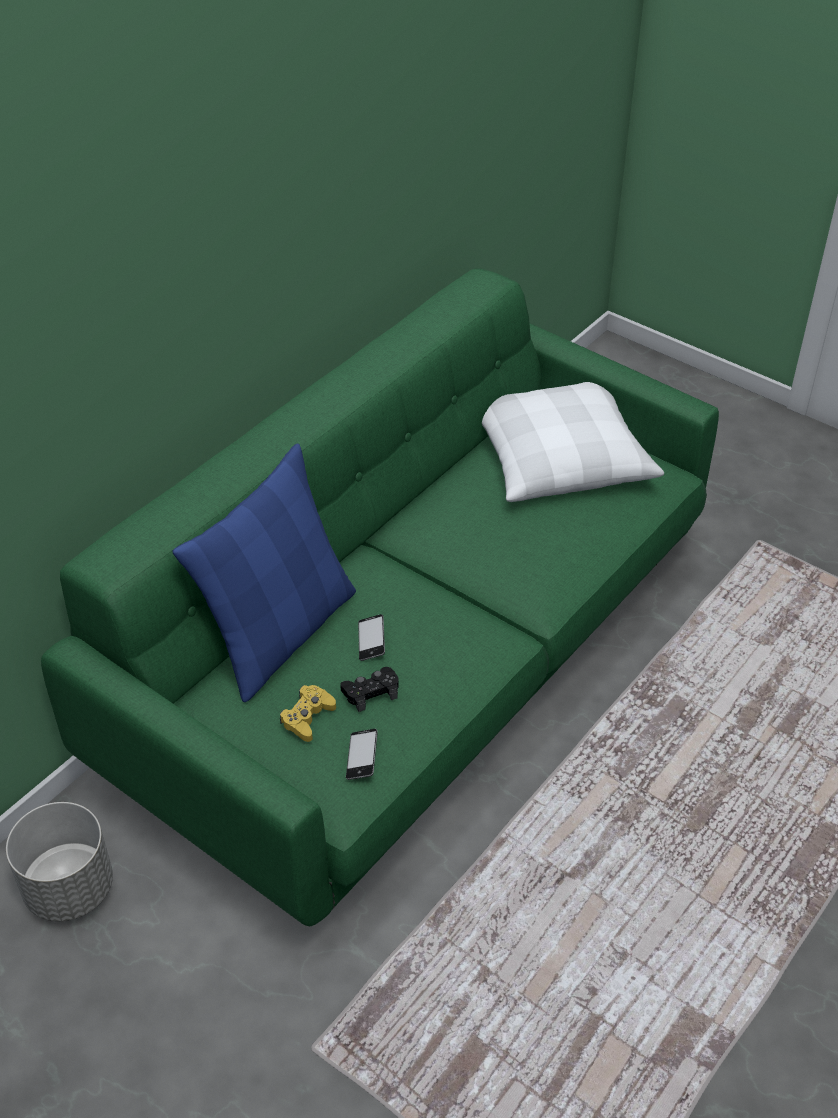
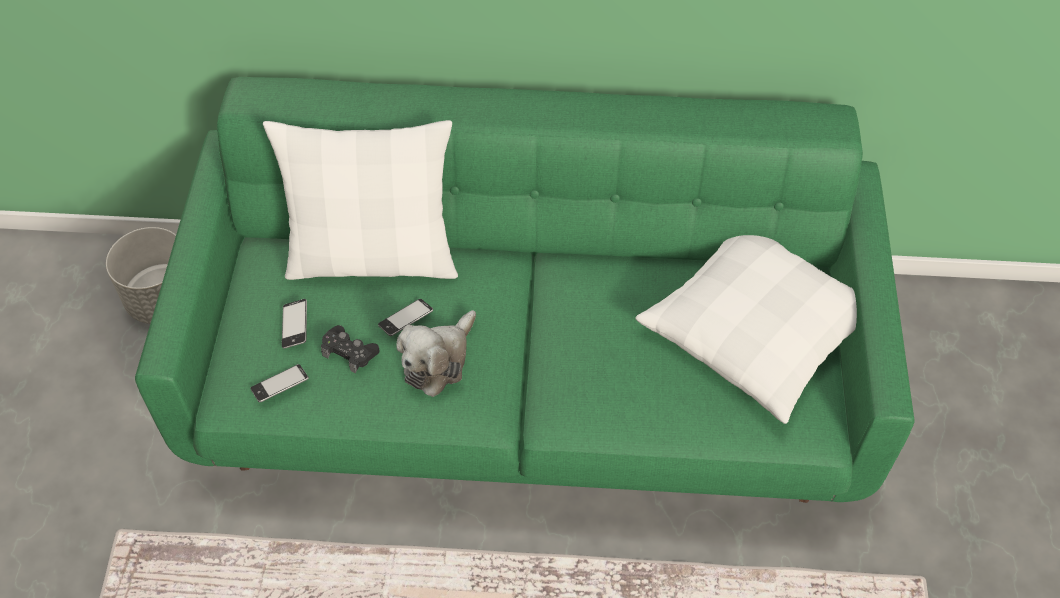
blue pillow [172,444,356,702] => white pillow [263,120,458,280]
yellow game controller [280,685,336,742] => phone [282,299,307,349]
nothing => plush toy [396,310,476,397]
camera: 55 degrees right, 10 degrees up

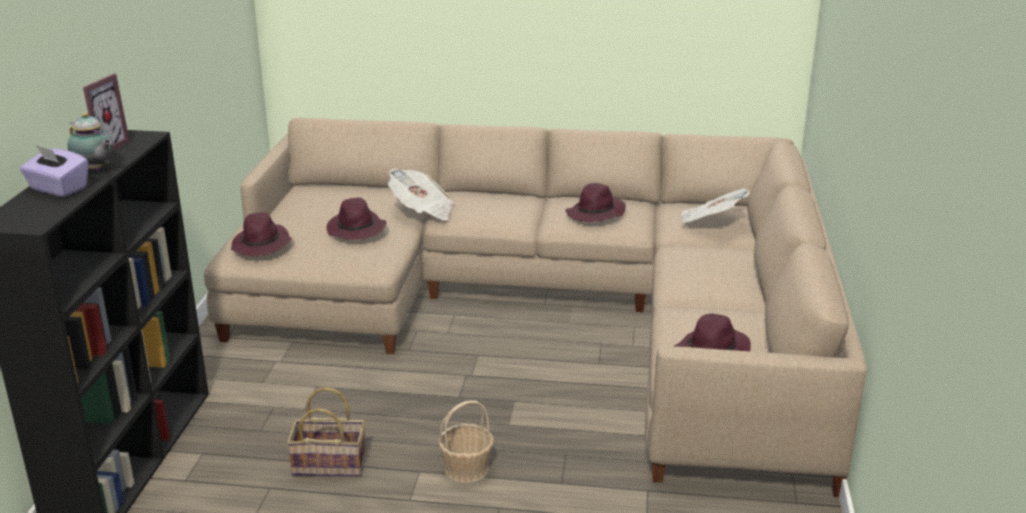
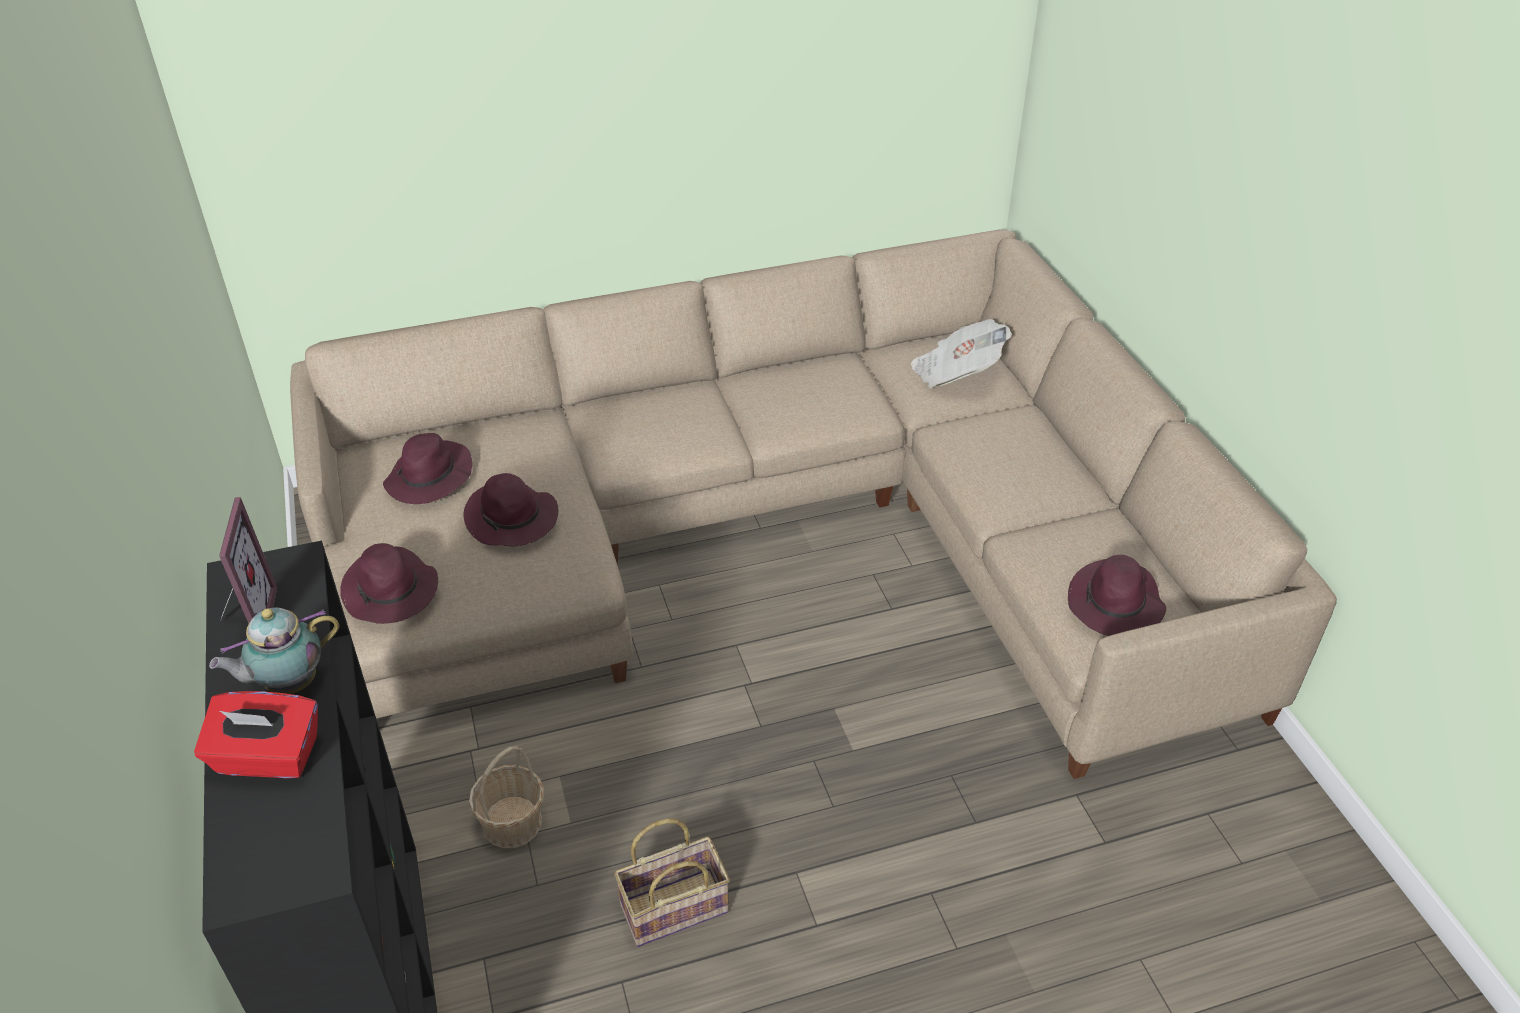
teapot [67,112,113,171] => teapot [209,607,339,694], 135 degrees clockwise
purple tissue box [19,145,88,197] => red tissue box [194,691,318,778]
newspaper [388,169,454,220] => nothing
purple hat [565,183,626,222] => purple hat [383,433,472,504], moved
basket [439,400,494,483] => basket [469,746,544,848], moved
camera: 25 degrees left, 15 degrees up

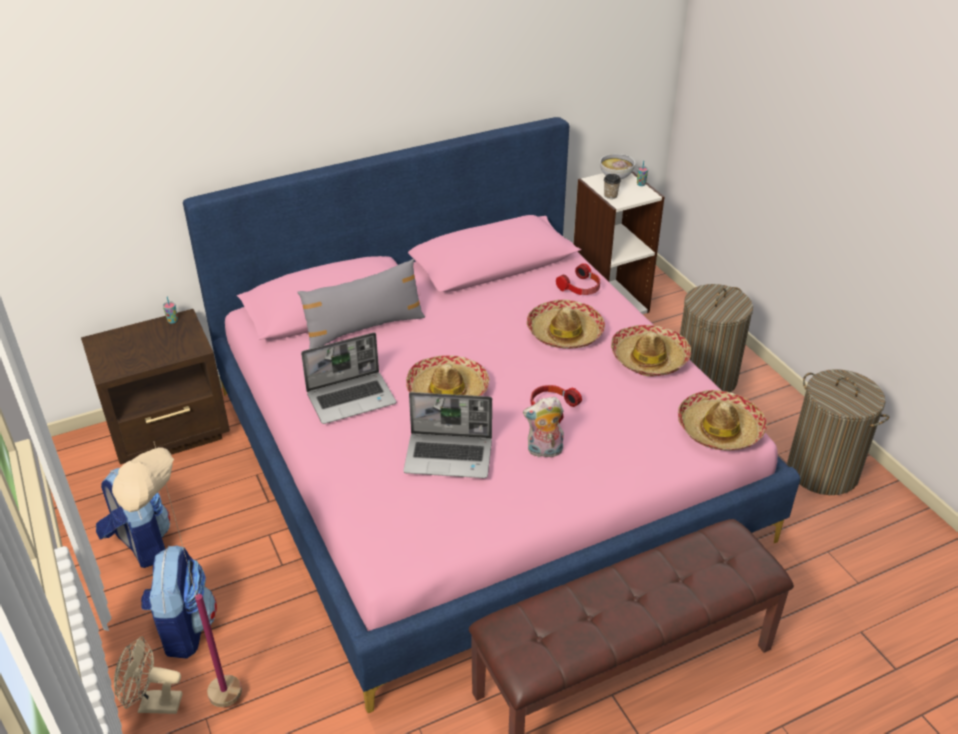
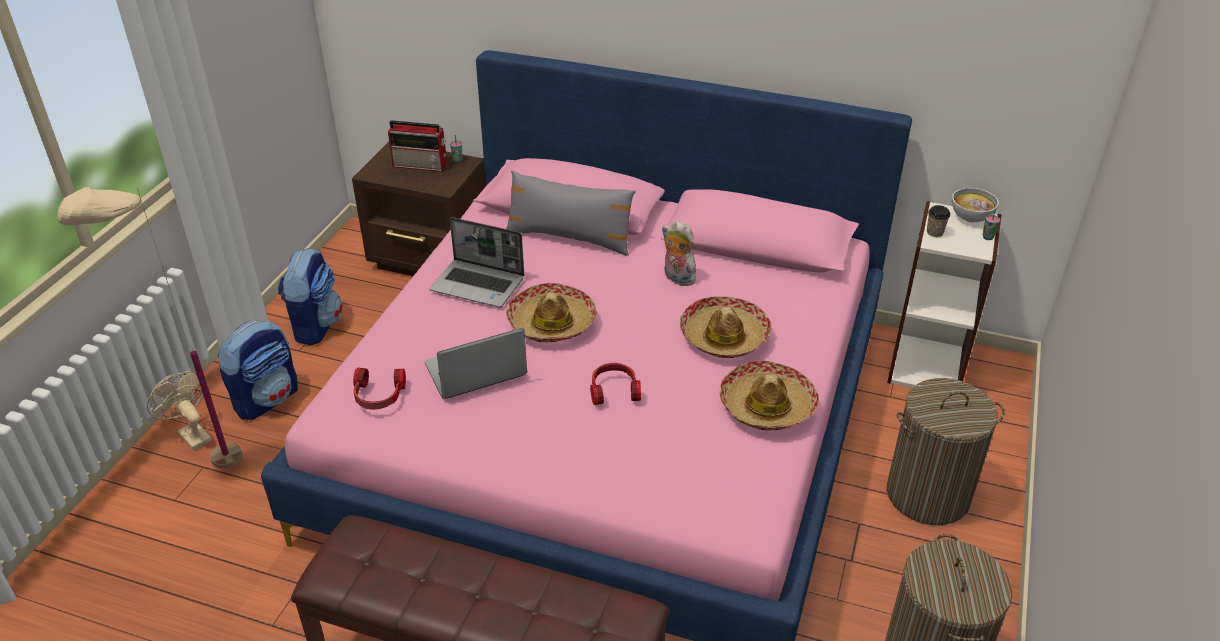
headphones [556,263,600,295] => headphones [353,367,406,410], moved
hat [678,390,767,451] => nothing
laptop [403,392,492,478] => laptop [425,328,527,399], 105 degrees clockwise
plush toy [523,397,564,457] => plush toy [662,221,698,286], moved
nothing => radio [388,120,447,172]
camera: 45 degrees right, 0 degrees up

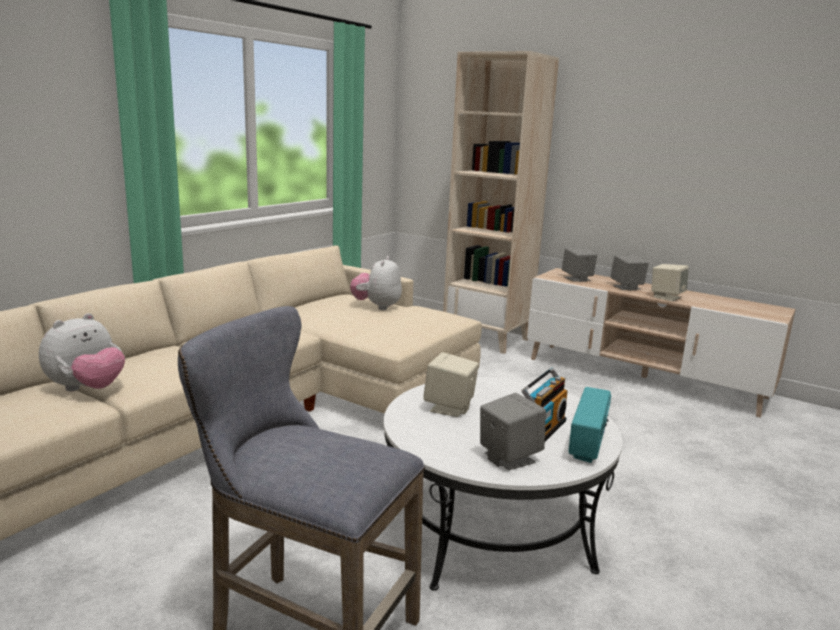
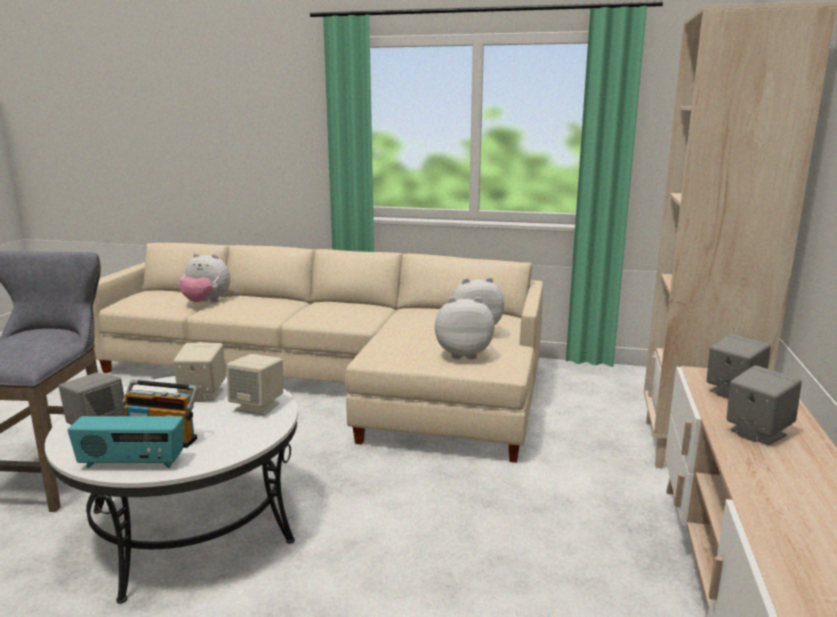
beige speaker [652,264,689,301] => beige speaker [227,354,283,415], moved
nothing => plush toy [435,297,495,359]
camera: 70 degrees right, 0 degrees up

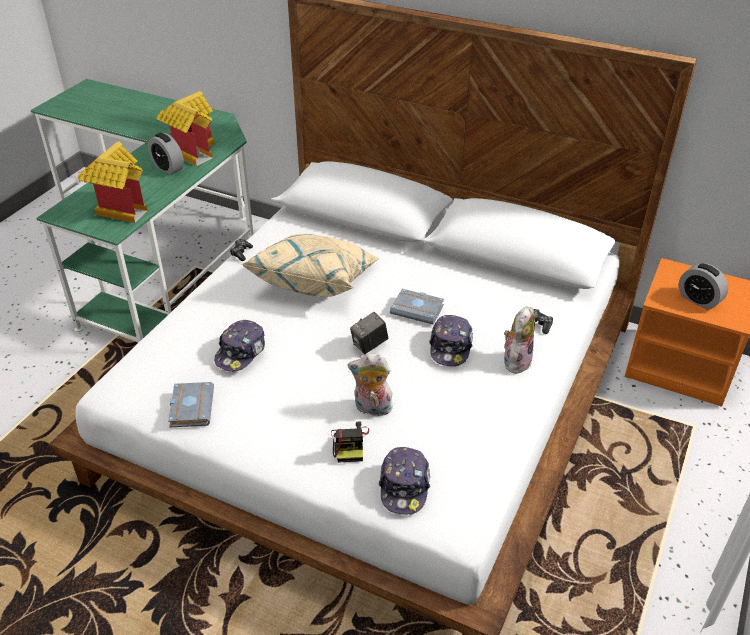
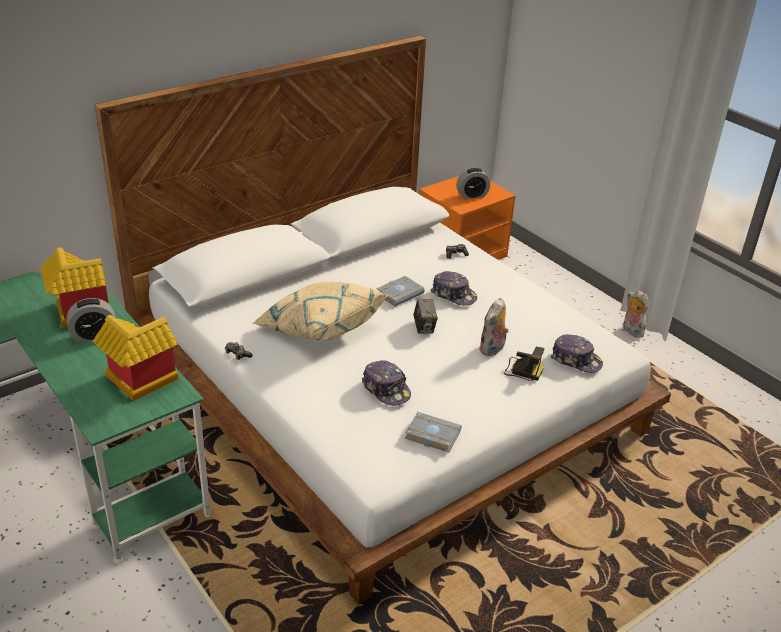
plush toy [504,306,535,374] => plush toy [623,290,648,338], moved
camera: 65 degrees left, 5 degrees down

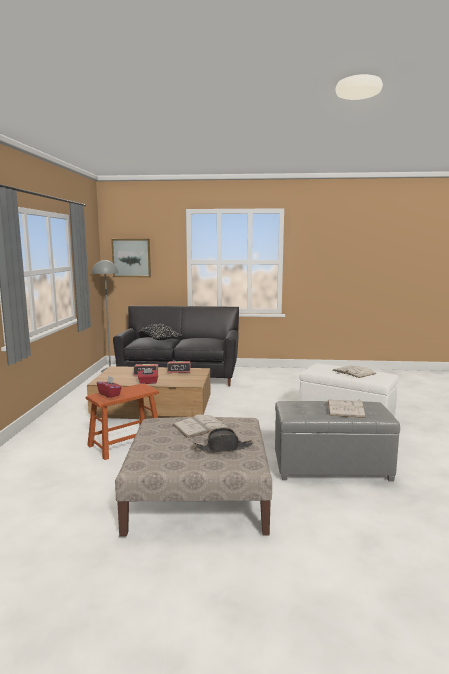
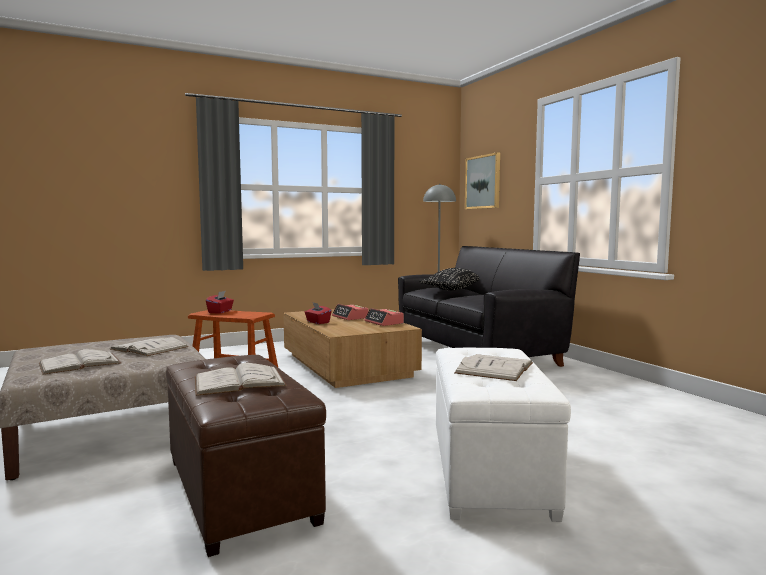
grey ottoman [275,401,400,482] => brown ottoman [166,355,326,557]
black hat [193,428,253,453] => white book [39,349,121,375]
camera: 60 degrees right, 5 degrees down

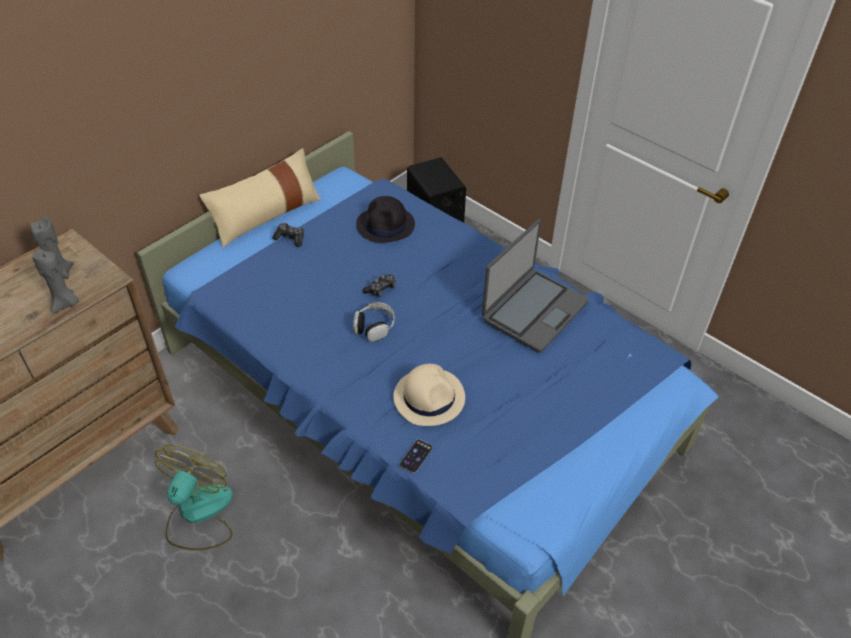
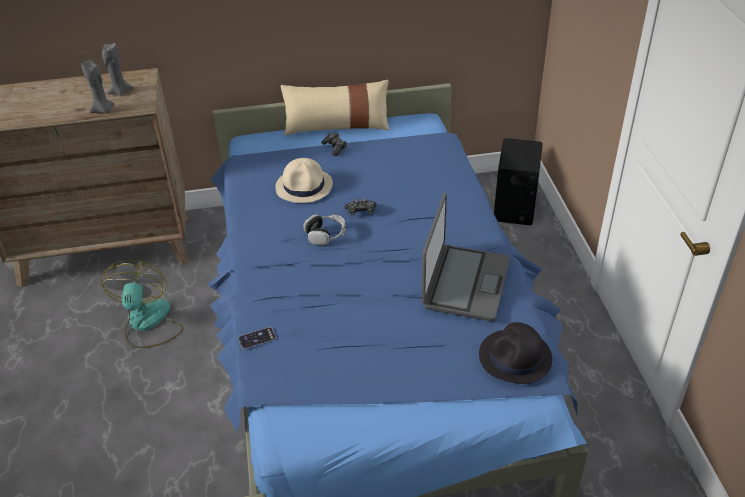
black hat [356,196,415,243] => black hat [479,322,552,384], moved
laptop [482,219,589,353] => laptop [422,193,510,321], 60 degrees counterclockwise
beige hat [393,364,465,426] => beige hat [275,158,333,203], moved
fan [155,445,233,550] => fan [101,260,184,349], 60 degrees counterclockwise
camera: 40 degrees right, 5 degrees down

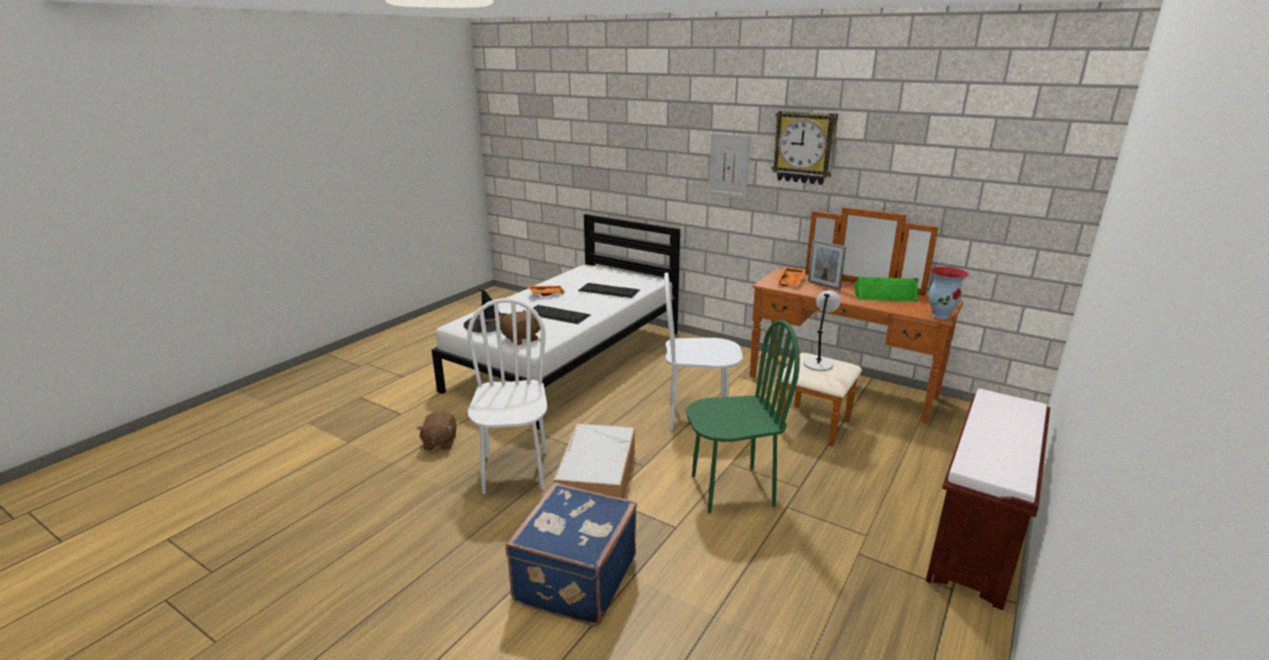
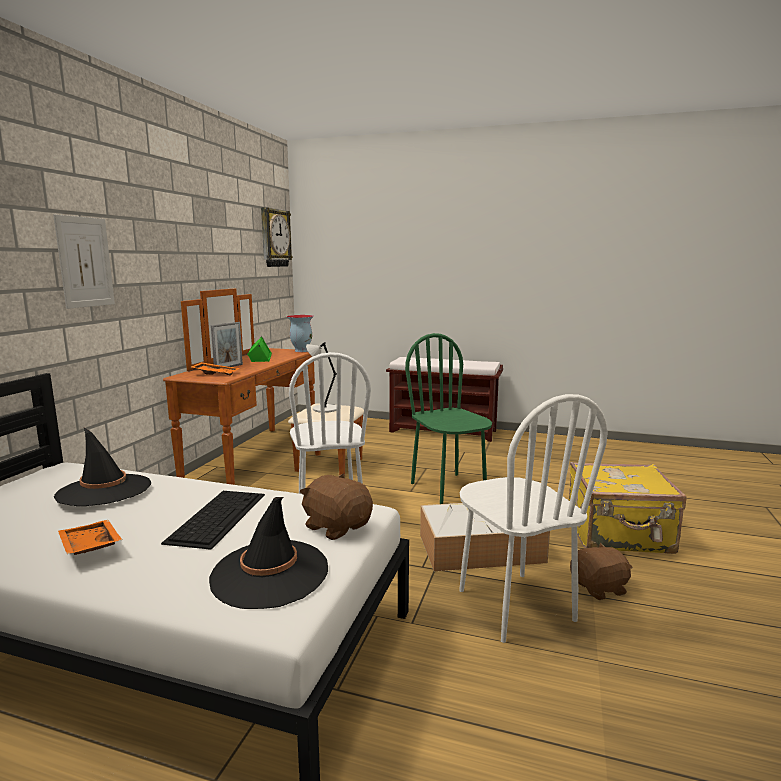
wall clock [771,110,838,185] => wall clock [261,207,293,267], moved
keyboard [578,283,640,298] => black hat [54,428,151,506]
white chair [467,298,547,494] => white chair [459,394,608,643], 90 degrees counterclockwise
brown plush toy [417,411,457,450] => brown plush toy [570,543,633,600], moved
blue suitcase [505,482,637,626] => yellow suitcase [569,462,686,554]
camera: 105 degrees left, 10 degrees down

